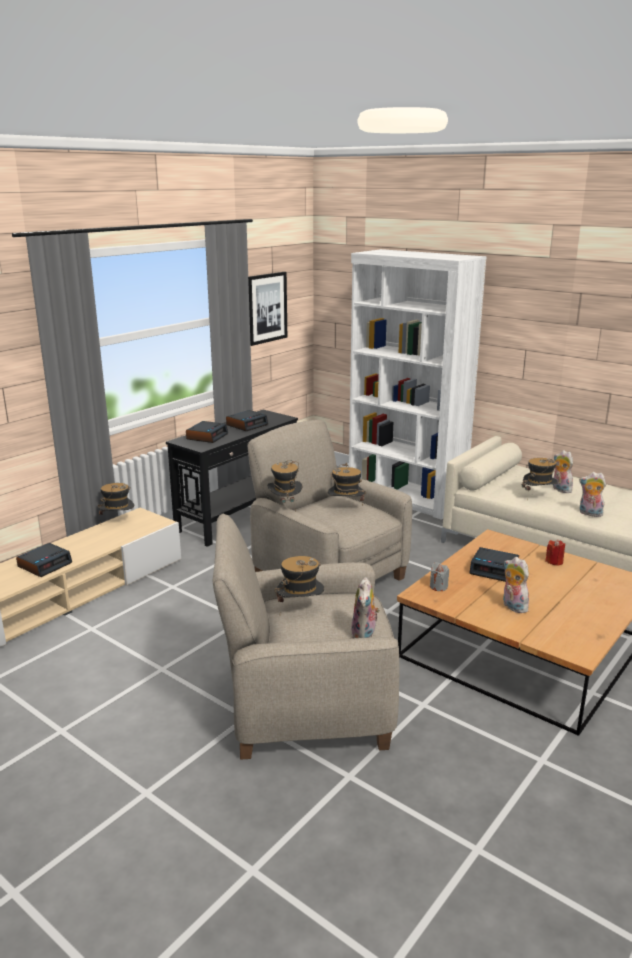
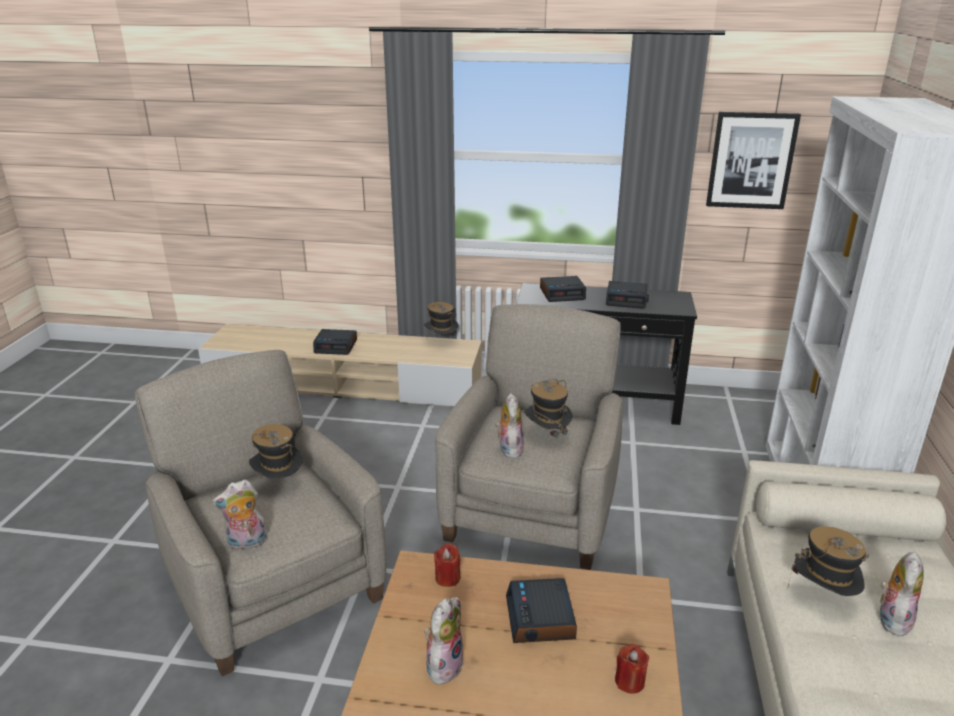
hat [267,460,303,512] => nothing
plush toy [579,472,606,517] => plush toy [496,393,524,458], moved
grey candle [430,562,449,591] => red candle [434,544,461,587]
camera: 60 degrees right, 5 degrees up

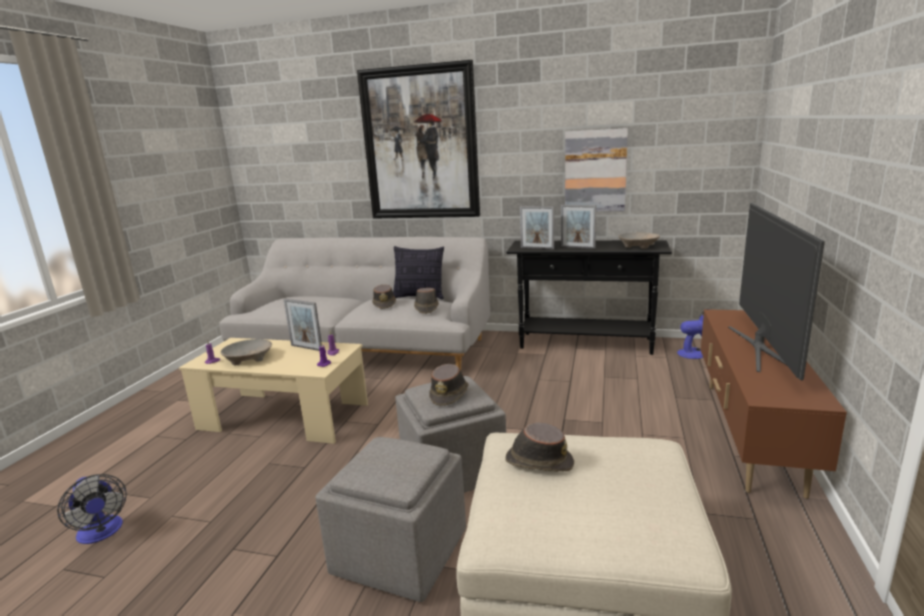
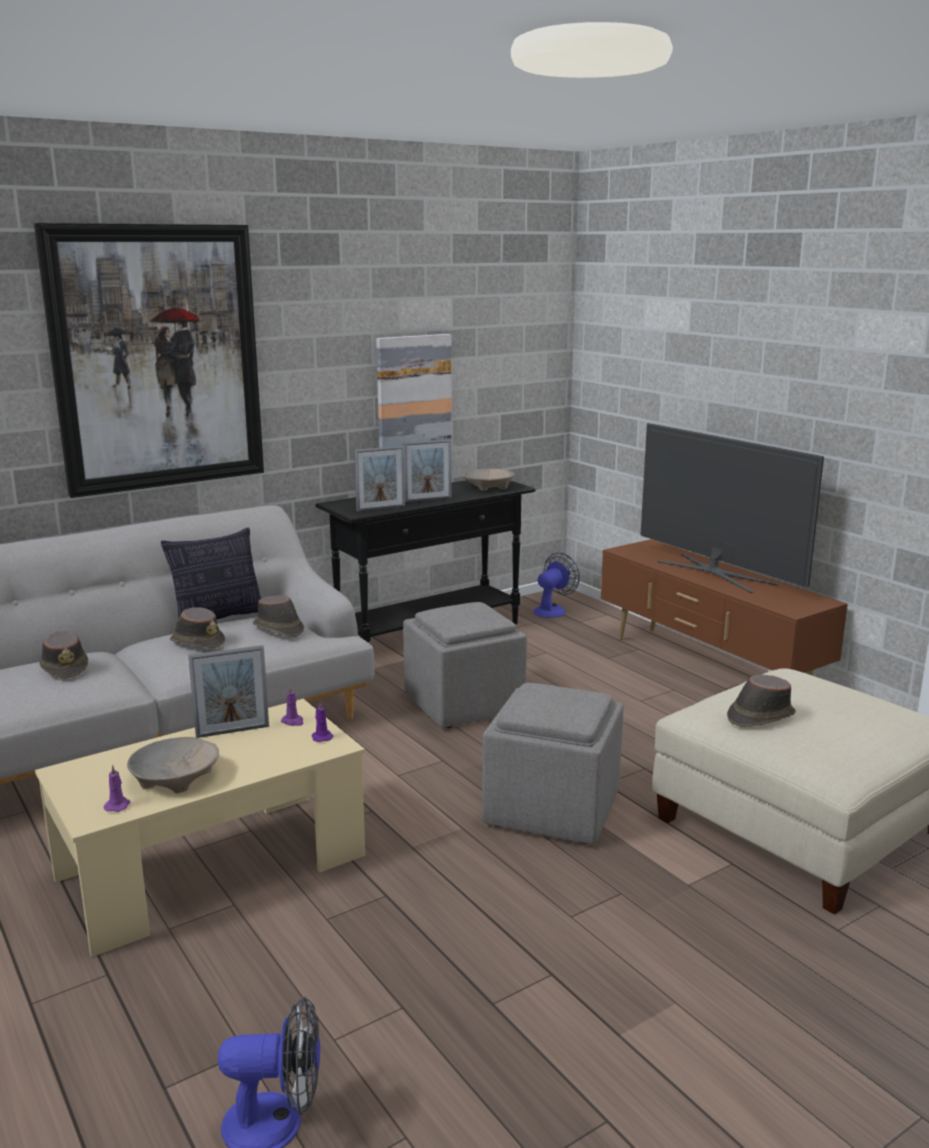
brown hat [429,364,469,406] => brown hat [39,631,88,678], moved
grey ottoman [315,437,466,602] => grey ottoman [403,602,527,728], moved
camera: 50 degrees left, 0 degrees up

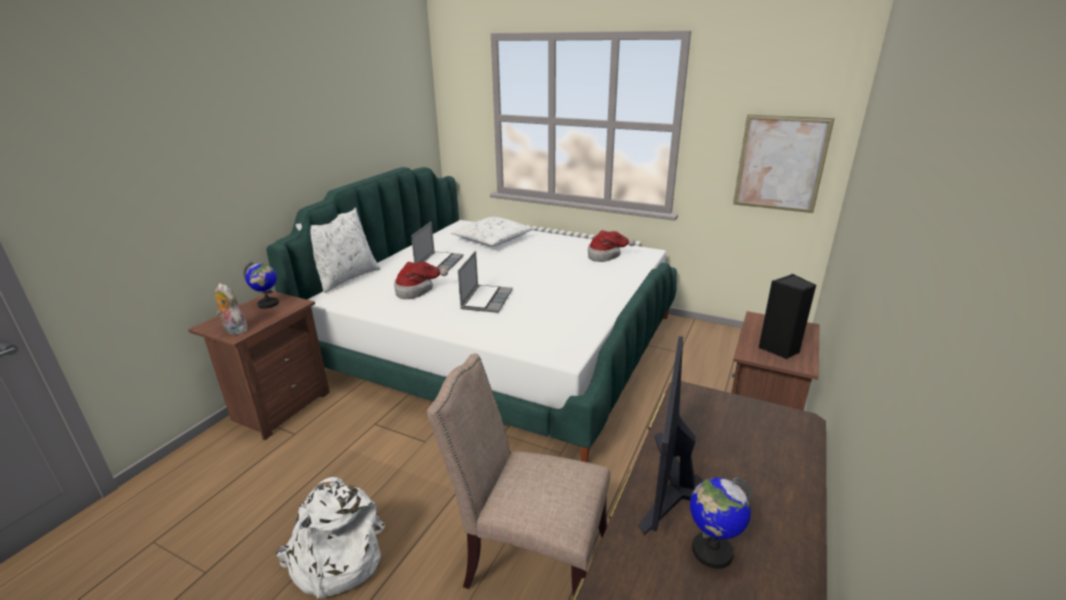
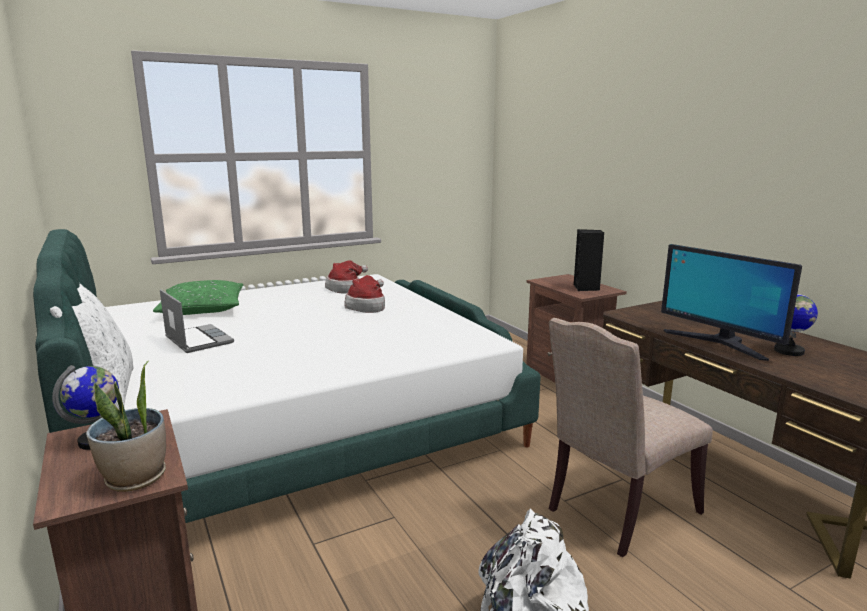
picture [733,114,835,213] => nothing
white pillow [451,217,534,247] => green pillow [153,280,243,315]
laptop [458,251,513,313] => nothing
hat [394,262,448,299] => hat [344,275,385,313], moved
plush toy [215,283,248,335] => potted plant [86,361,166,492]
camera: 55 degrees left, 10 degrees down

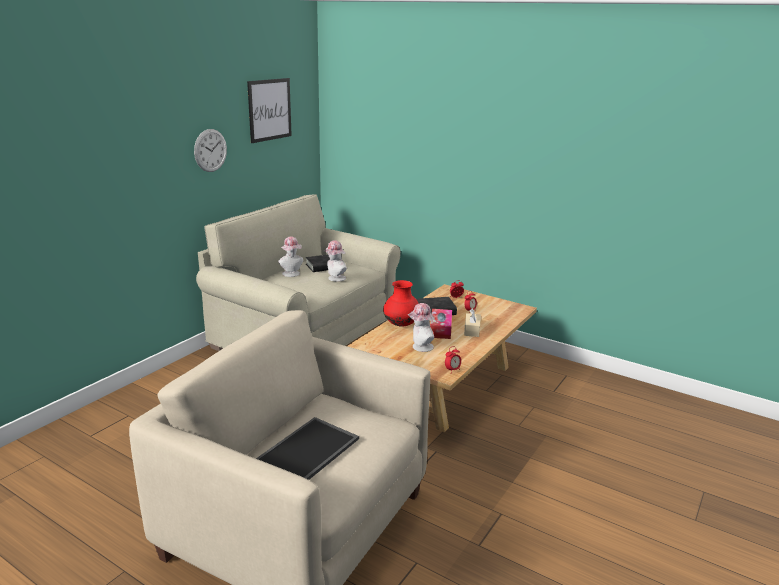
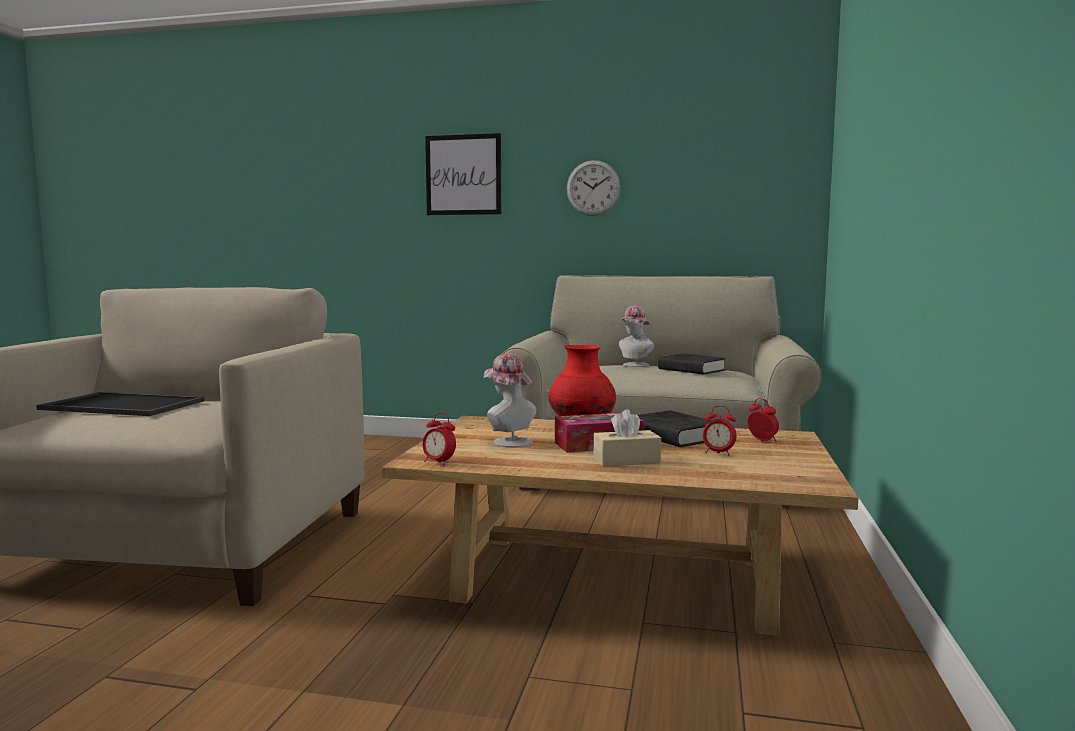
picture [247,78,292,143] => picture [425,133,501,215], moved
hat [324,240,347,282] => nothing
camera: 70 degrees right, 15 degrees down

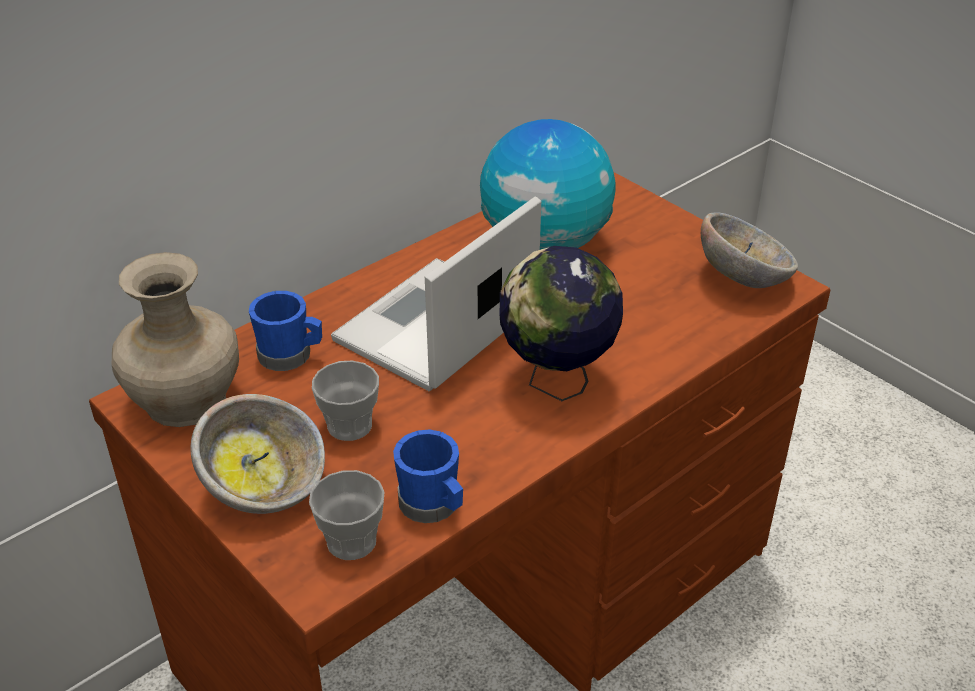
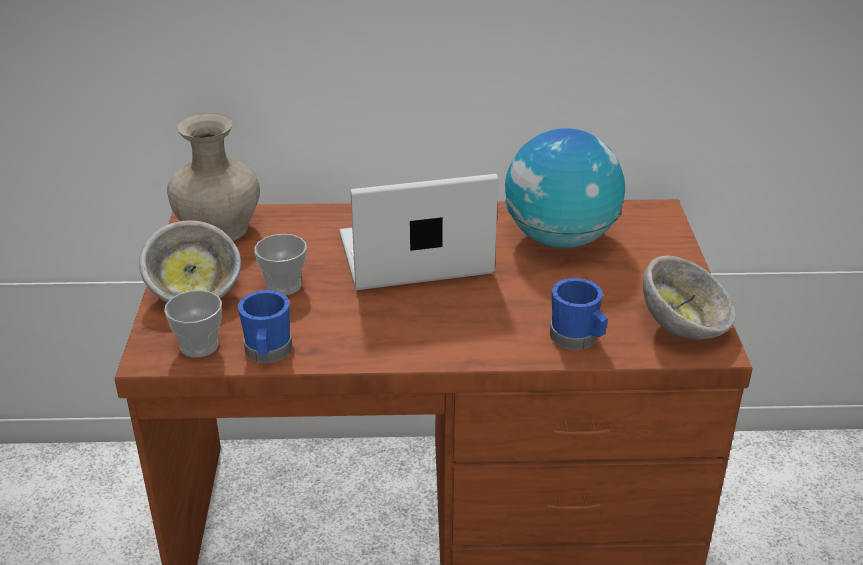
globe [500,246,623,401] => nothing
blue mug [249,291,322,371] => blue mug [550,278,608,350], moved
camera: 40 degrees right, 5 degrees down

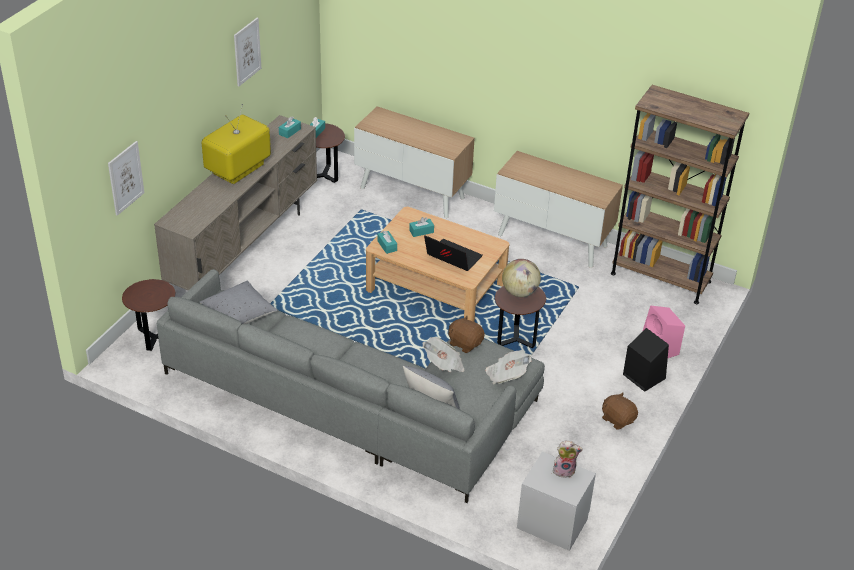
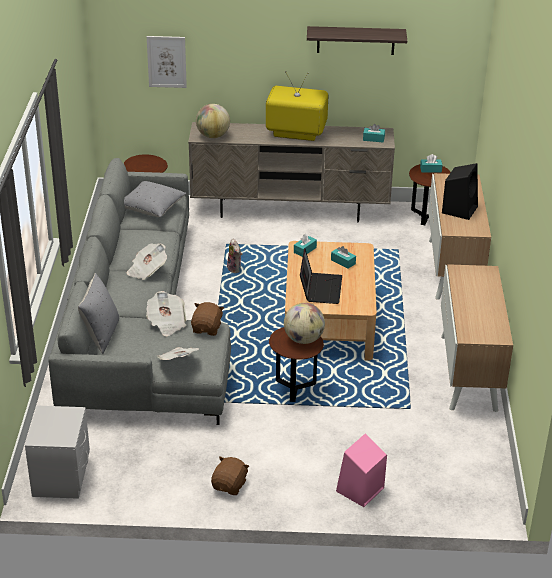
picture [234,18,261,86] => shelf [307,26,407,55]
brown bookcase [611,85,749,304] => nothing
black speaker [623,328,669,392] => black speaker [442,163,478,220], moved
plush toy [552,441,583,478] => plush toy [227,238,242,273], moved
nothing => globe [196,104,230,138]
nothing => newspaper [127,243,167,280]
camera: 65 degrees right, 5 degrees down

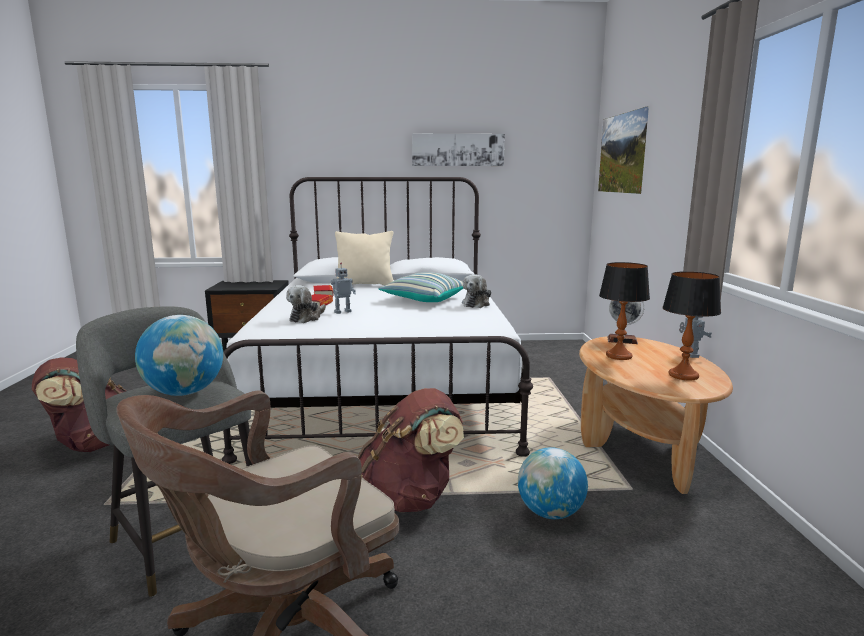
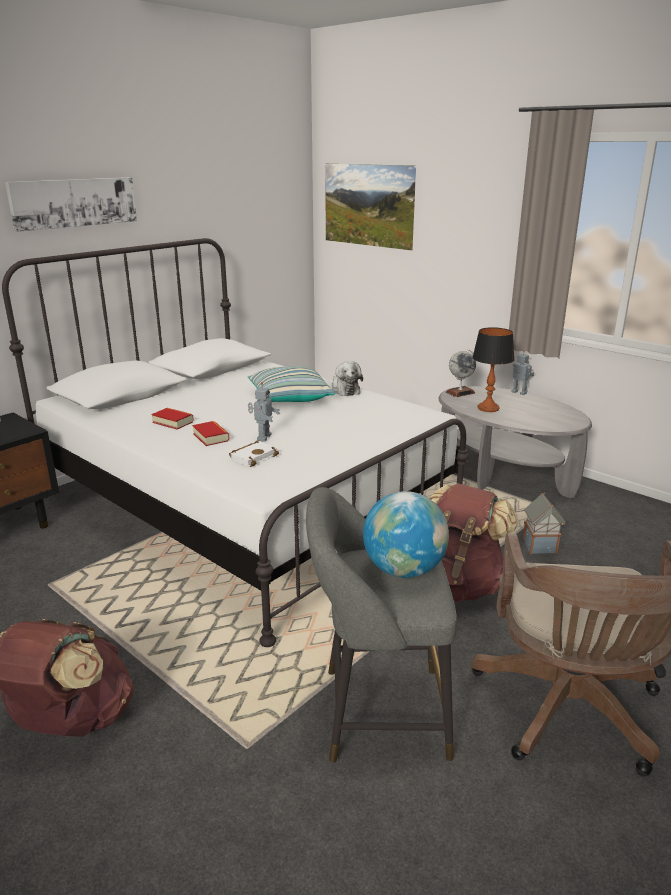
picture [412,134,505,166] => picture [5,177,137,232], moved
beige pillow [335,231,393,285] => nothing
table lamp [662,271,721,380] => nothing
plush toy [286,285,326,323] => white book [229,441,279,467]
brown coffee table [579,336,733,494] => grey coffee table [439,386,592,498]
globe [518,447,588,519] => toy house [523,492,566,554]
camera: 45 degrees left, 10 degrees up

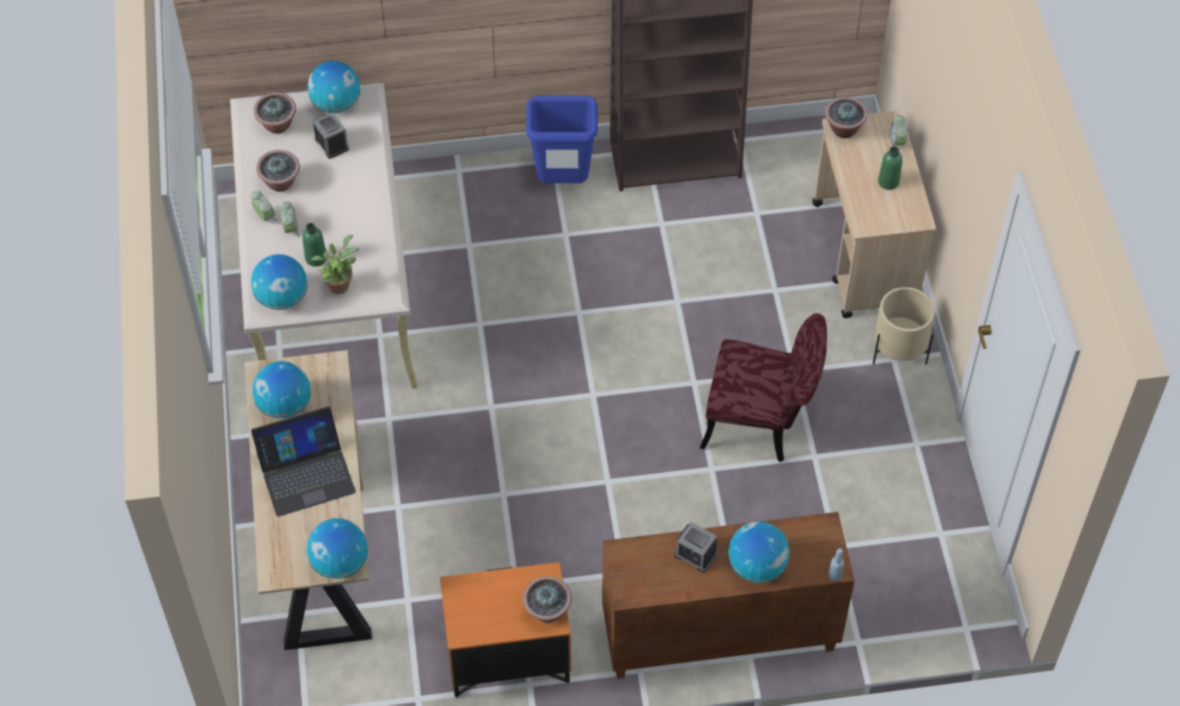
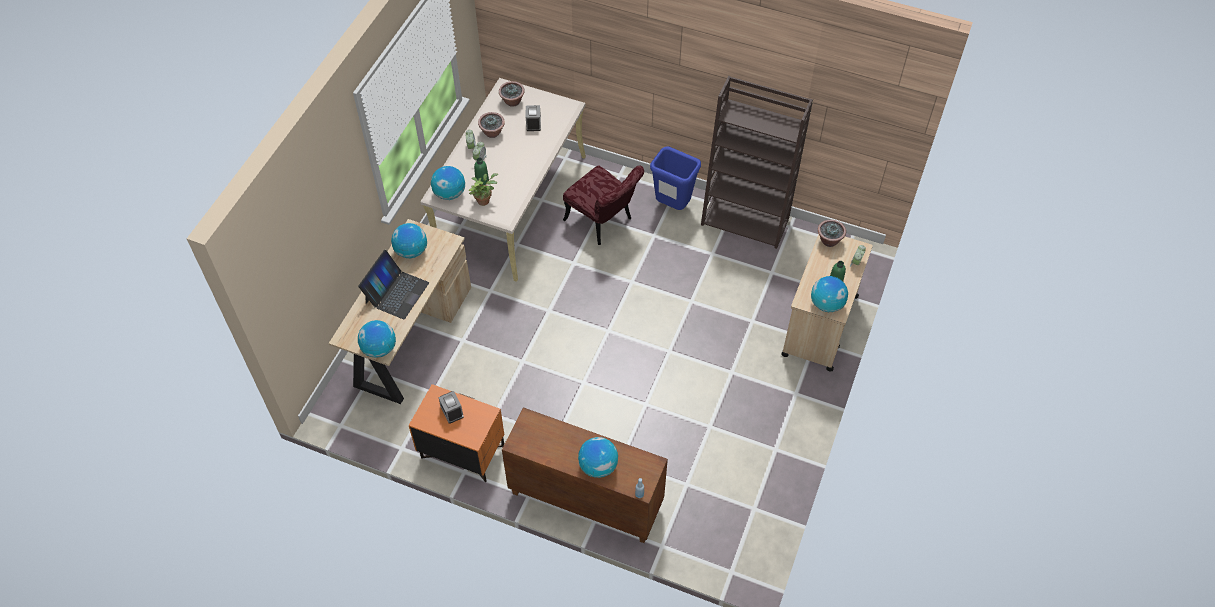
globe [308,61,360,113] => globe [811,276,848,312], moved
beige planter [873,287,935,365] => nothing
red chair [700,313,827,462] => red chair [563,165,644,245], moved
laptop [251,406,356,517] => laptop [358,250,429,319], 75 degrees counterclockwise
alarm clock [674,522,717,573] => alarm clock [438,391,464,424], moved
potted plant [523,576,572,623] => nothing
camera: 30 degrees right, 0 degrees up

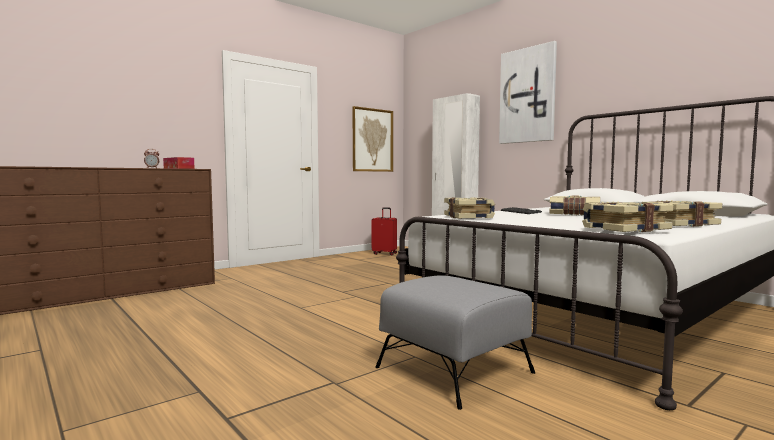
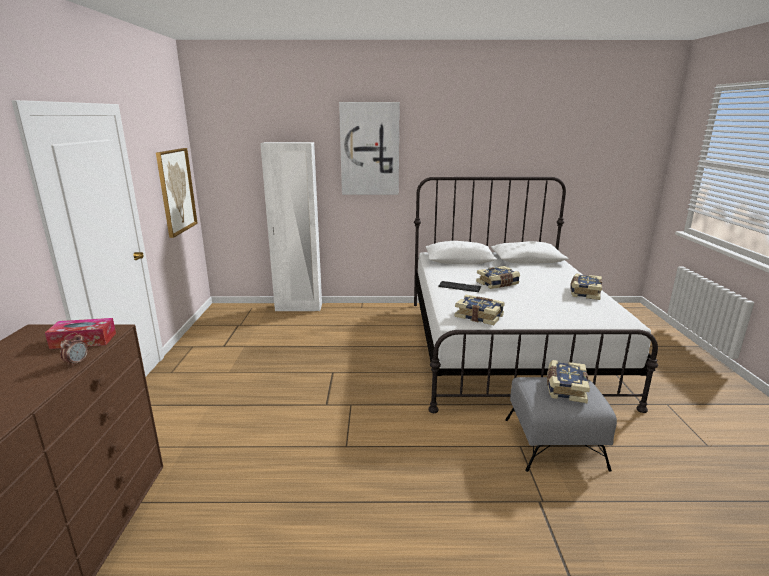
book [582,202,673,232] => book [547,360,590,403], moved
red suitcase [372,207,397,256] => nothing
camera: 50 degrees left, 15 degrees up

